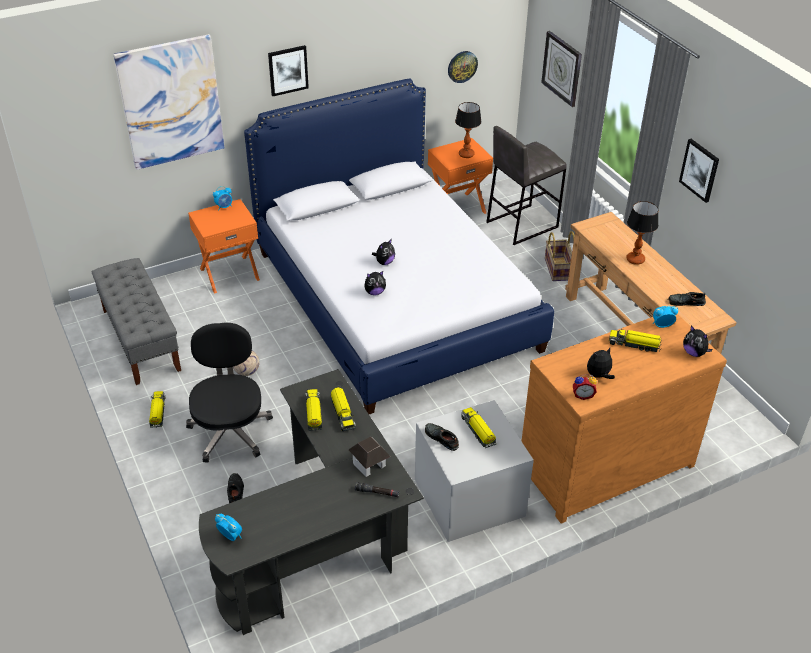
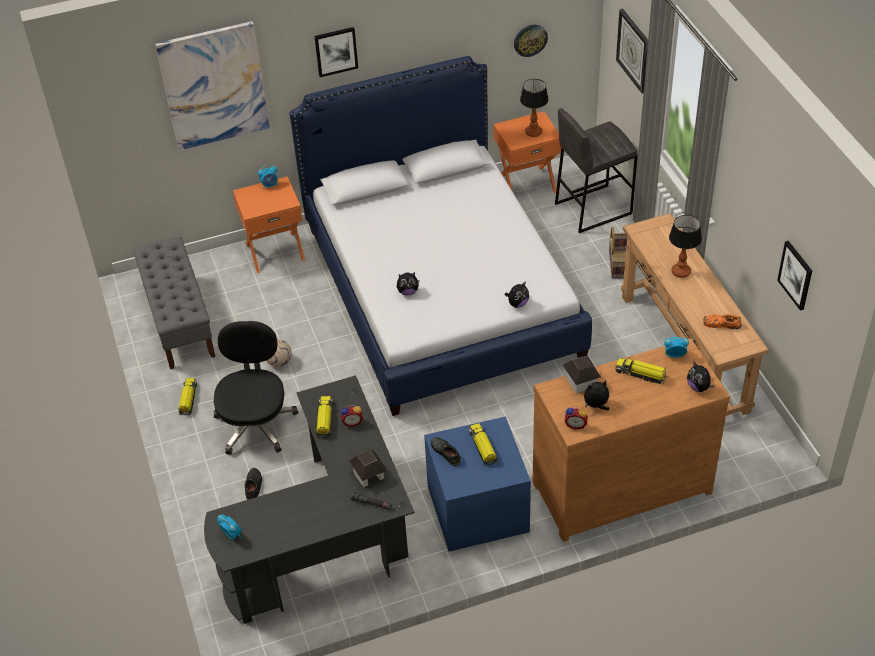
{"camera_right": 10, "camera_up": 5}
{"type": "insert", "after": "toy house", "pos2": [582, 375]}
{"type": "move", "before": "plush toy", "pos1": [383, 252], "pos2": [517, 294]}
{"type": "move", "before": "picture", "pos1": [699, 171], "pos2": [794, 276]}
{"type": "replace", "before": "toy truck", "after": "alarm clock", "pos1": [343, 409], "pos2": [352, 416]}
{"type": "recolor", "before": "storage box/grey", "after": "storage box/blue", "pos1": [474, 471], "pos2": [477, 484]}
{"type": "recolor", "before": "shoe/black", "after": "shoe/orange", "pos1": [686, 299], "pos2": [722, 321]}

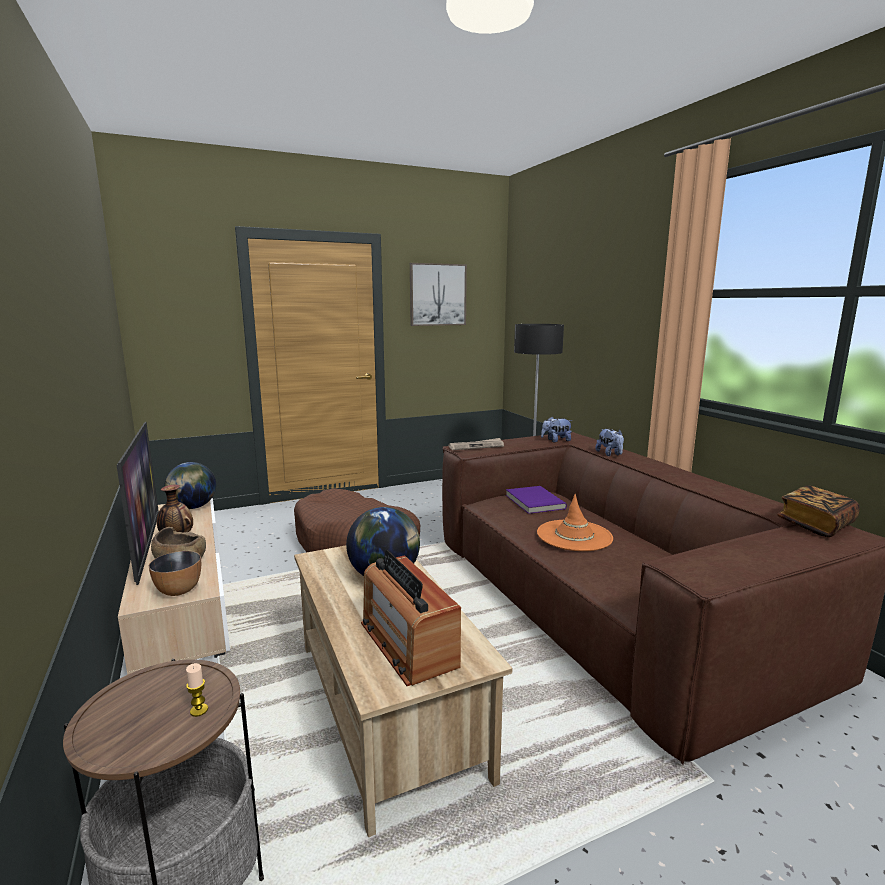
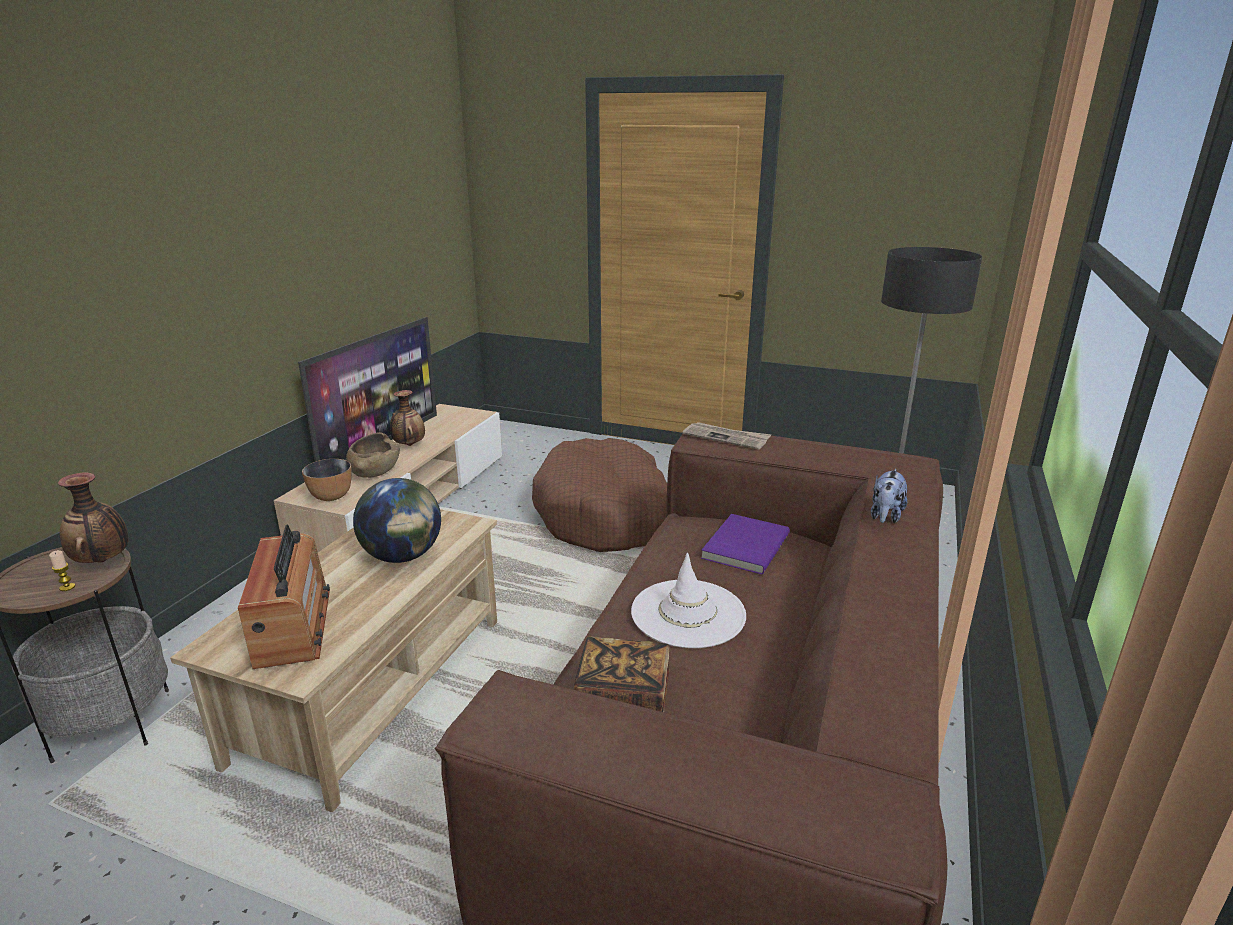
{"camera_right": 45, "camera_up": 10}
{"type": "delete", "before": "globe", "pos1": [190, 485]}
{"type": "delete", "before": "picture", "pos1": [438, 294]}
{"type": "delete", "before": "plush toy", "pos1": [557, 429]}
{"type": "insert", "after": "vase", "pos2": [93, 517]}
{"type": "move", "before": "book", "pos1": [818, 511], "pos2": [622, 674]}
{"type": "recolor", "before": "hat/orange", "after": "hat/white", "pos1": [575, 522], "pos2": [688, 600]}
{"type": "rotate", "before": "radio", "pos1": [411, 618], "pos2": [284, 596], "turn": 150}

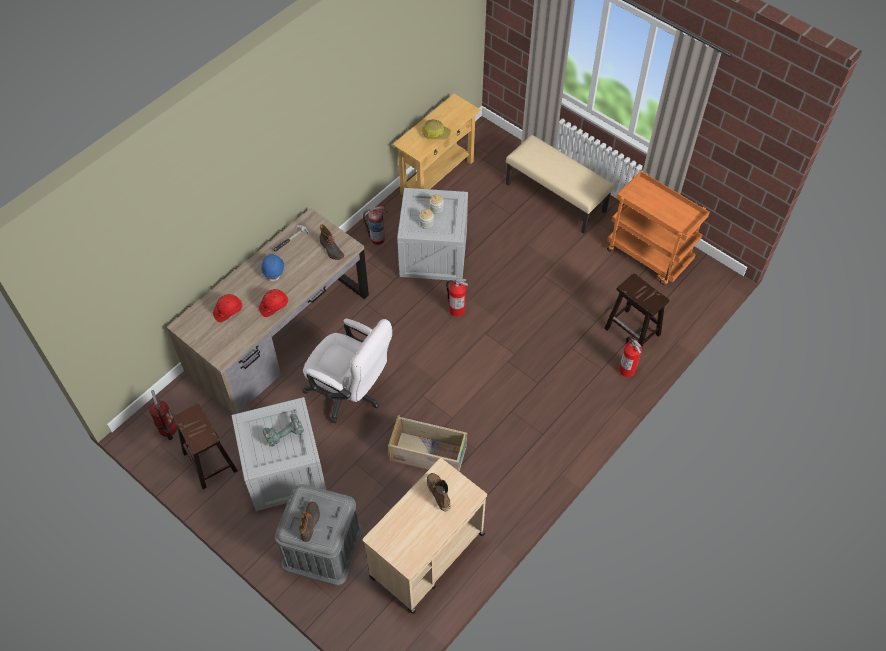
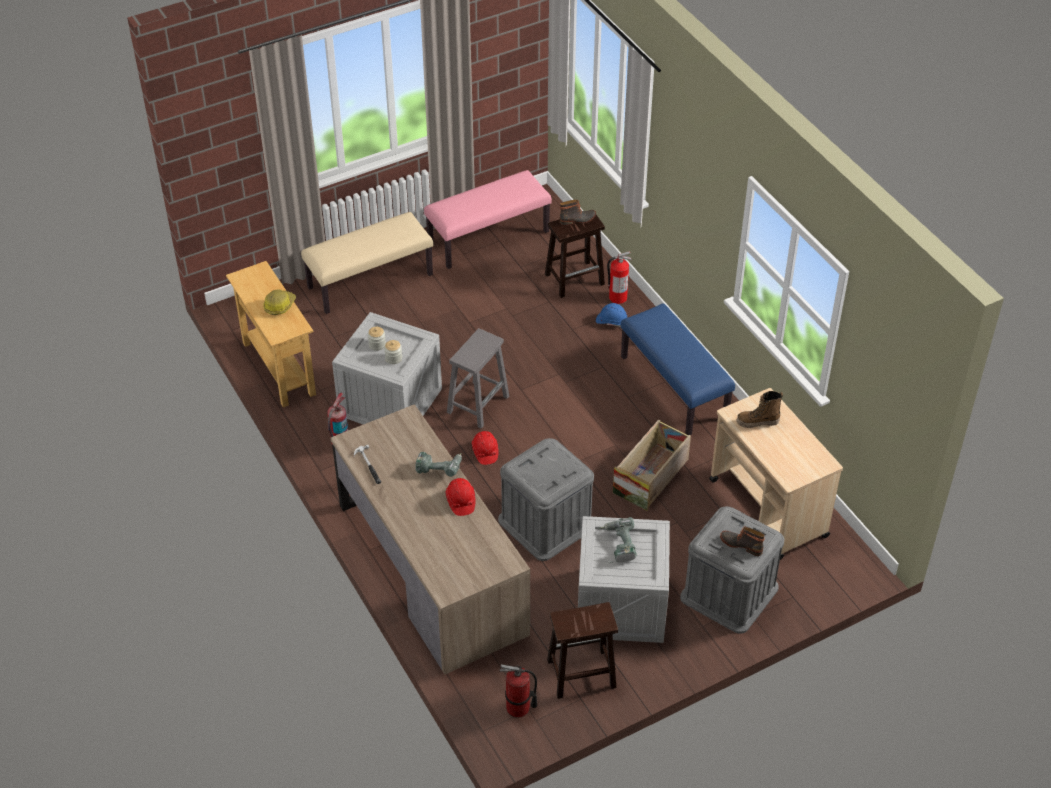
{"camera_right": -70, "camera_up": -10}
{"type": "insert", "after": "power drill", "pos2": [438, 464]}
{"type": "insert", "after": "bench/blue", "pos2": [678, 369]}
{"type": "move", "before": "hard hat/red", "pos1": [228, 308], "pos2": [485, 448]}
{"type": "move", "before": "hard hat/blue", "pos1": [272, 268], "pos2": [611, 315]}
{"type": "move", "before": "boot", "pos1": [332, 242], "pos2": [578, 213]}
{"type": "replace", "before": "office chair/white", "after": "storage box/grey", "pos1": [347, 371], "pos2": [546, 499]}
{"type": "replace", "before": "fire extinguisher", "after": "stool/grey", "pos1": [457, 298], "pos2": [478, 378]}
{"type": "replace", "before": "cart/orange", "after": "bench/pink", "pos1": [658, 228], "pos2": [488, 219]}

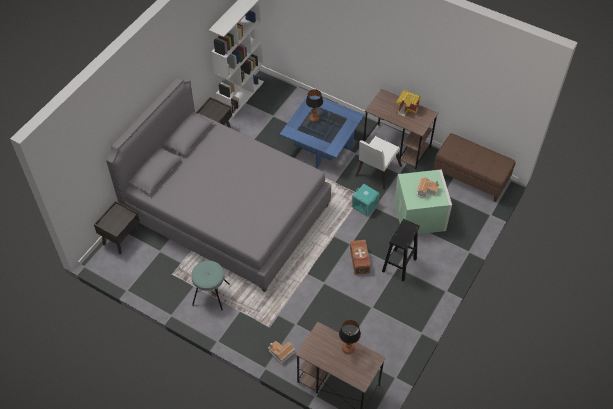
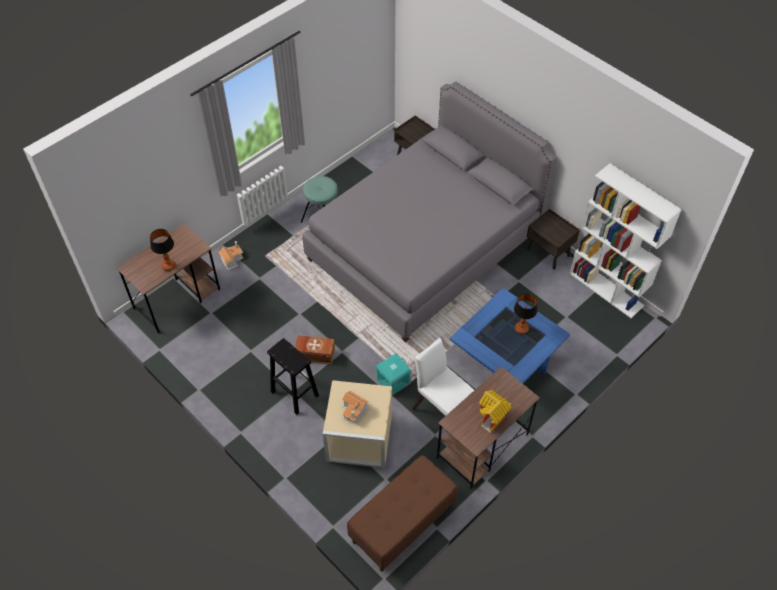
{"camera_right": 105, "camera_up": 0}
{"type": "recolor", "before": "storage box/green", "after": "storage box/beige", "pos1": [423, 201], "pos2": [357, 424]}

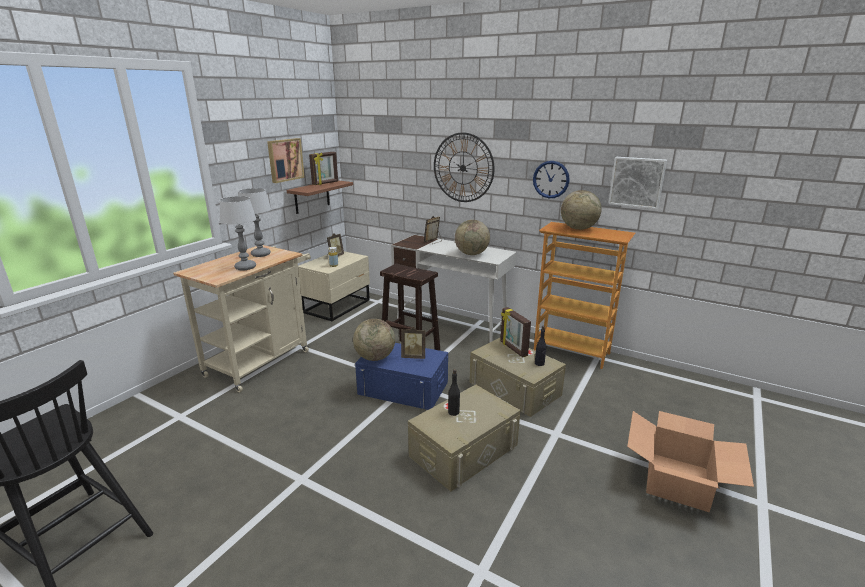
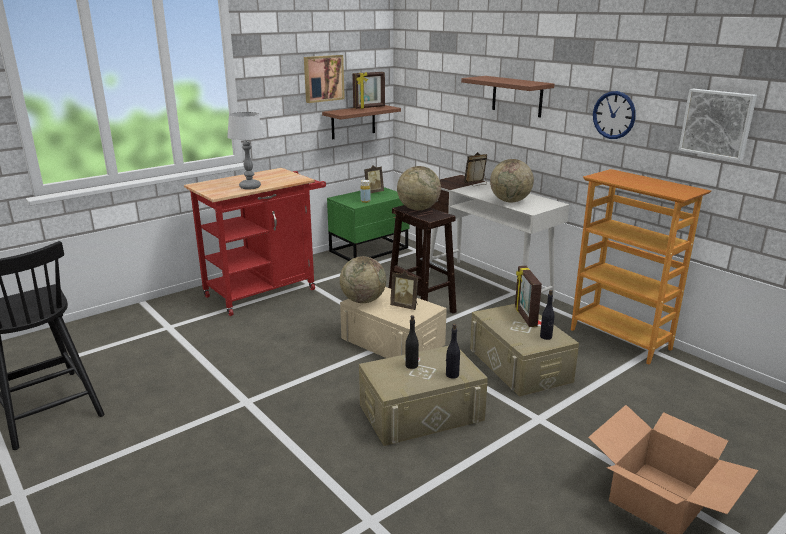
{"camera_right": 20, "camera_up": 0}
{"type": "delete", "before": "table lamp", "pos1": [254, 222]}
{"type": "insert", "after": "bottle/black", "pos2": [453, 351]}
{"type": "move", "before": "globe", "pos1": [581, 210], "pos2": [419, 188]}
{"type": "replace", "before": "wall clock", "after": "shelf/brown", "pos1": [464, 167], "pos2": [507, 96]}
{"type": "recolor", "before": "cart/beige", "after": "cart/red", "pos1": [242, 318], "pos2": [255, 242]}
{"type": "recolor", "before": "nightstand/beige", "after": "nightstand/green", "pos1": [334, 286], "pos2": [368, 224]}
{"type": "recolor", "before": "storage box/blue", "after": "storage box/beige", "pos1": [401, 376], "pos2": [393, 322]}

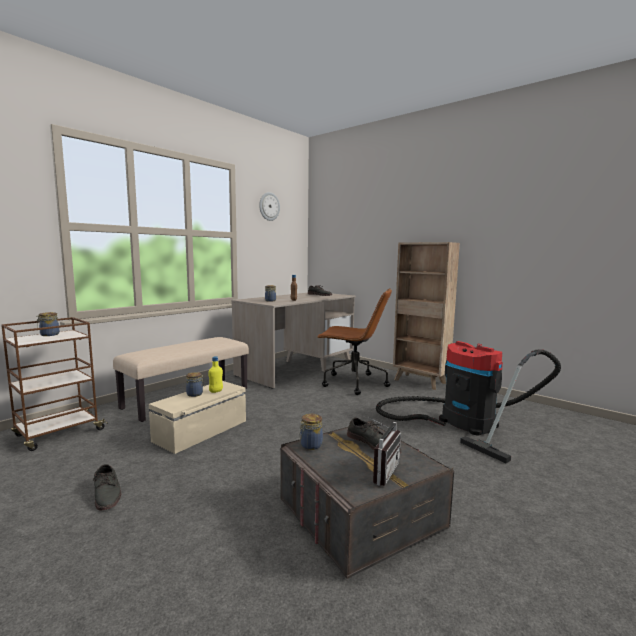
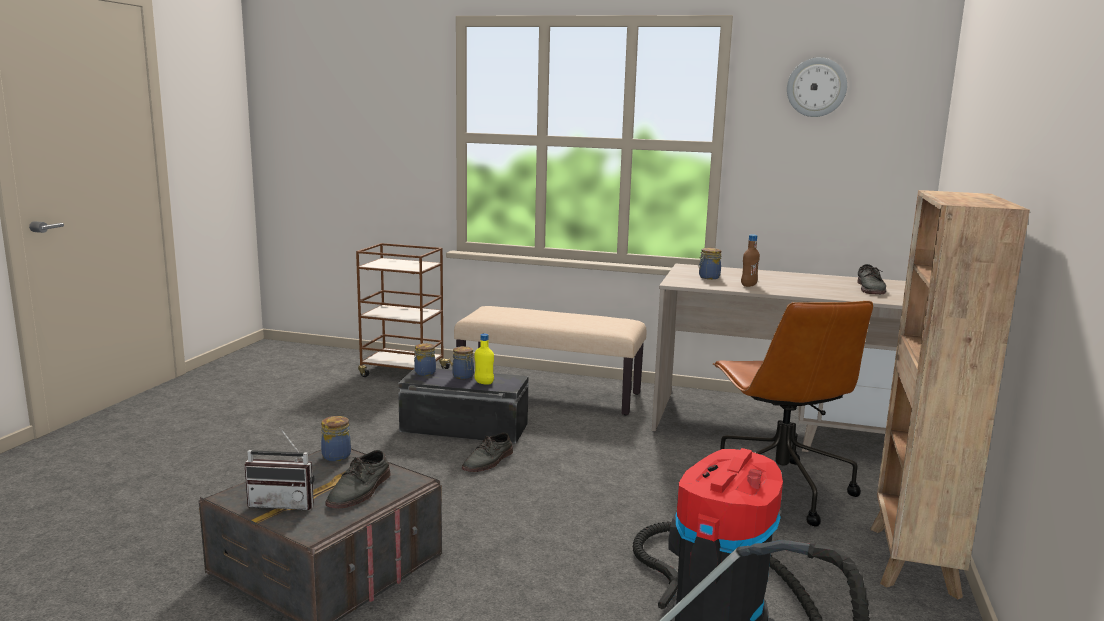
{"camera_right": 65, "camera_up": 5}
{"type": "move", "before": "jar", "pos1": [48, 324], "pos2": [425, 359]}
{"type": "move", "before": "shoe/grey", "pos1": [107, 487], "pos2": [487, 452]}
{"type": "recolor", "before": "storage box/beige", "after": "storage box/black", "pos1": [197, 417], "pos2": [463, 406]}

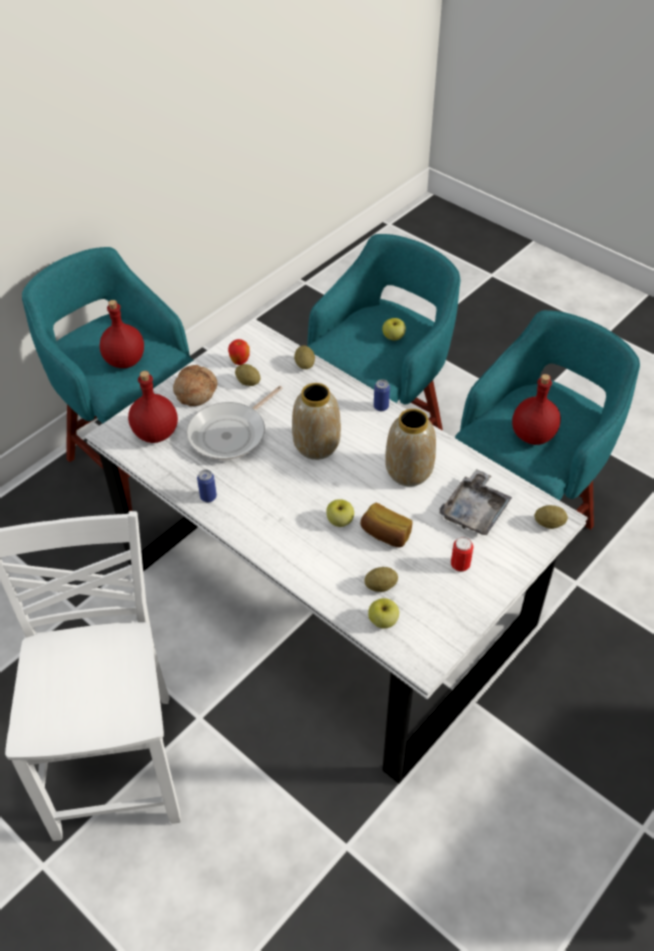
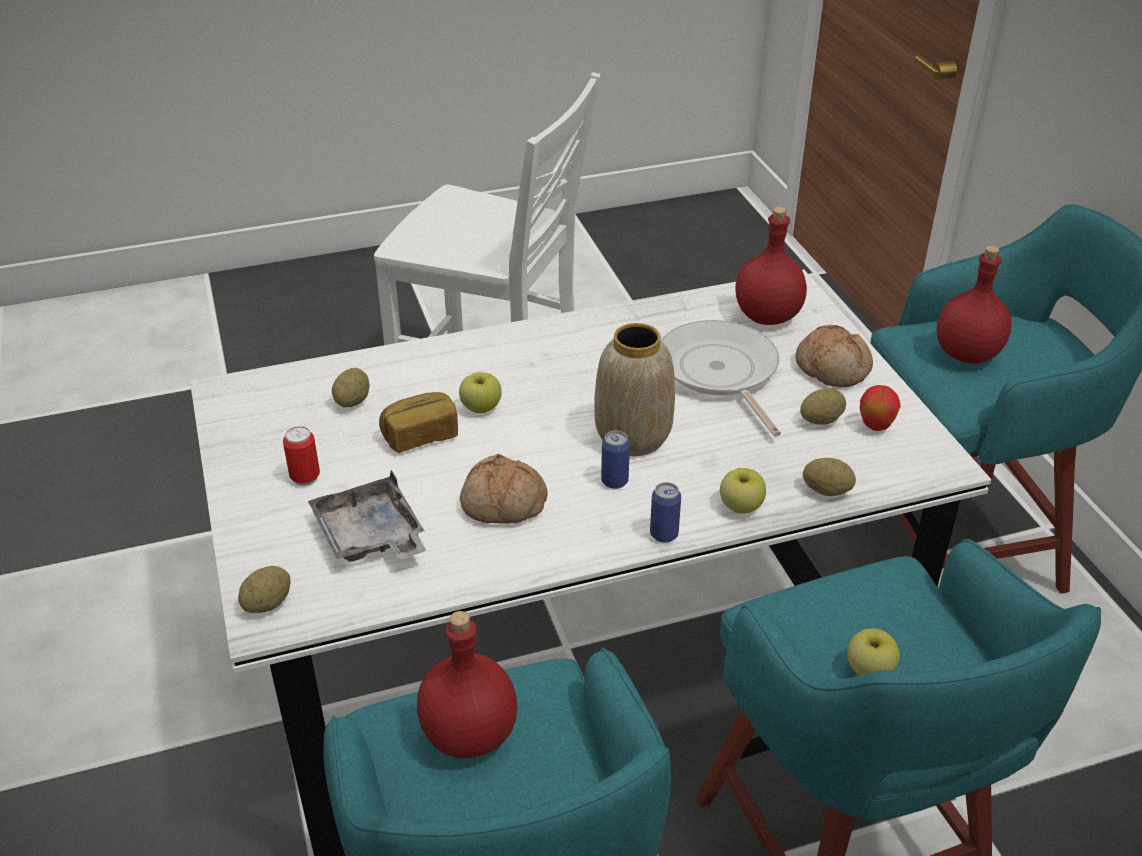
{"camera_right": 120, "camera_up": -10}
{"type": "move", "before": "can", "pos1": [207, 485], "pos2": [615, 459]}
{"type": "move", "before": "apple", "pos1": [383, 613], "pos2": [743, 491]}
{"type": "replace", "before": "vase", "after": "bread", "pos1": [410, 447], "pos2": [504, 489]}

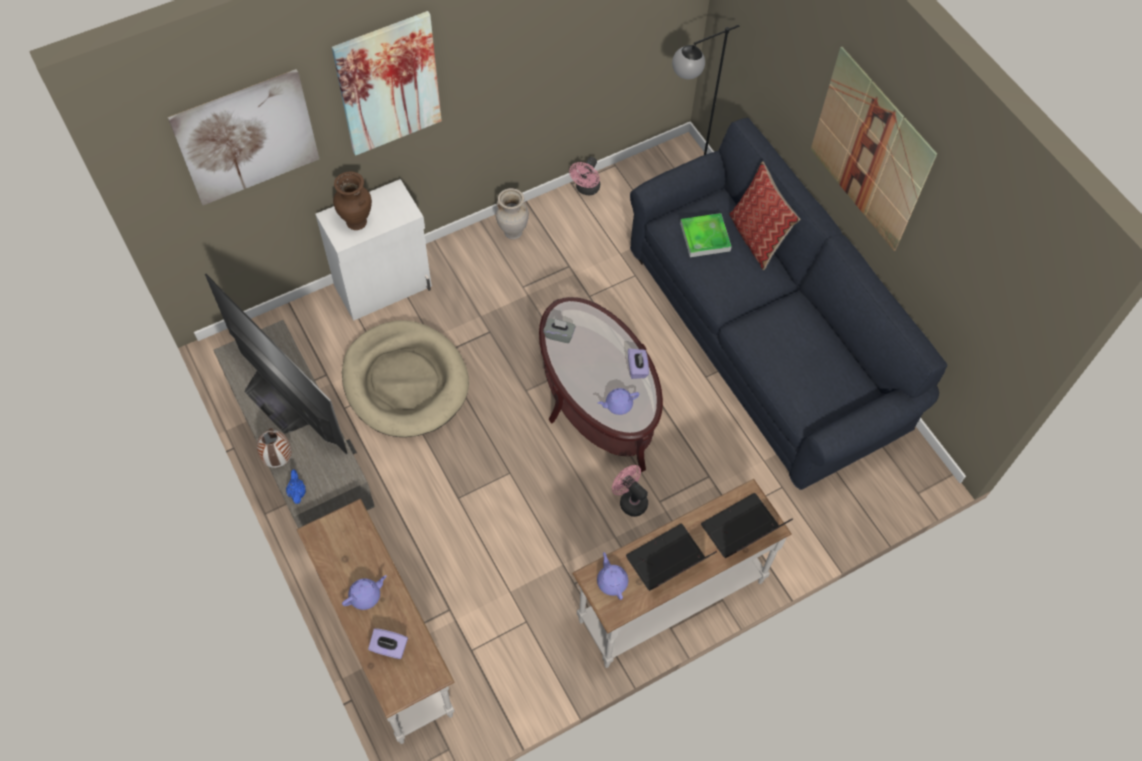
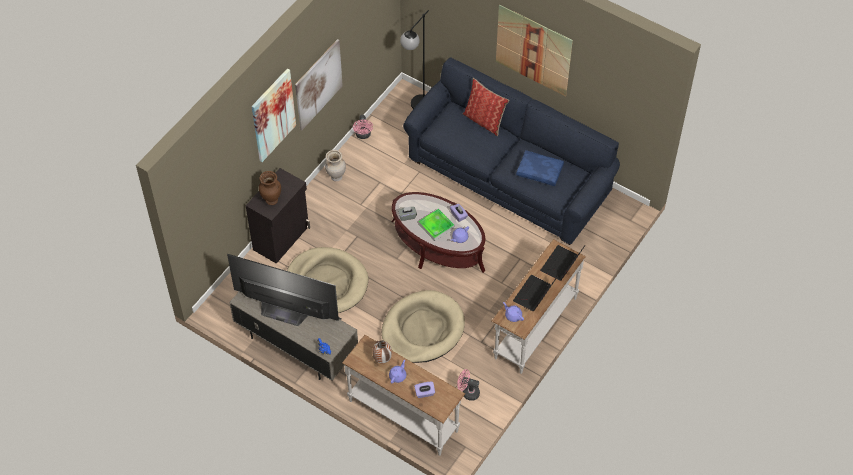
{"camera_right": -25, "camera_up": -5}
{"type": "insert", "after": "dog bed/beige", "pos2": [423, 326]}
{"type": "insert", "after": "pillow/blue", "pos2": [540, 168]}
{"type": "move", "before": "picture", "pos1": [243, 137], "pos2": [319, 85]}
{"type": "move", "before": "vase", "pos1": [274, 448], "pos2": [382, 352]}
{"type": "move", "before": "fan/pink", "pos1": [630, 491], "pos2": [468, 385]}
{"type": "move", "before": "tray", "pos1": [706, 235], "pos2": [436, 225]}
{"type": "recolor", "before": "cabinet/white", "after": "cabinet/black", "pos1": [373, 250], "pos2": [278, 216]}

